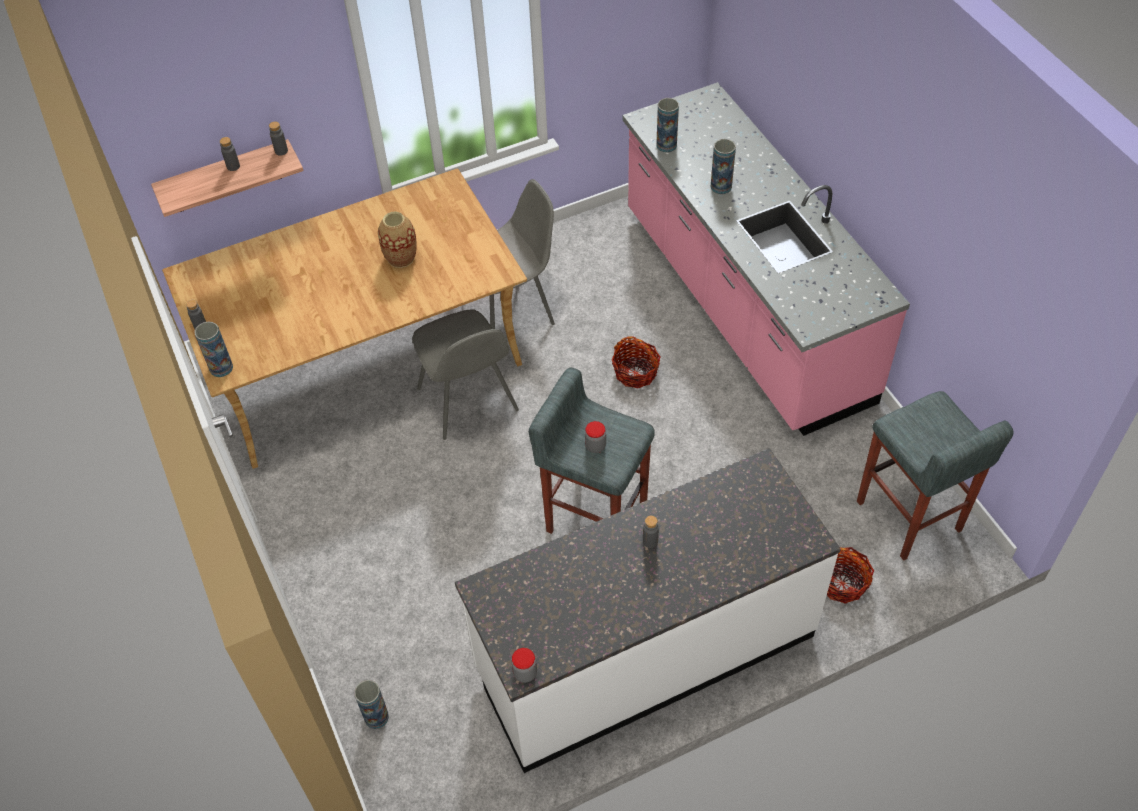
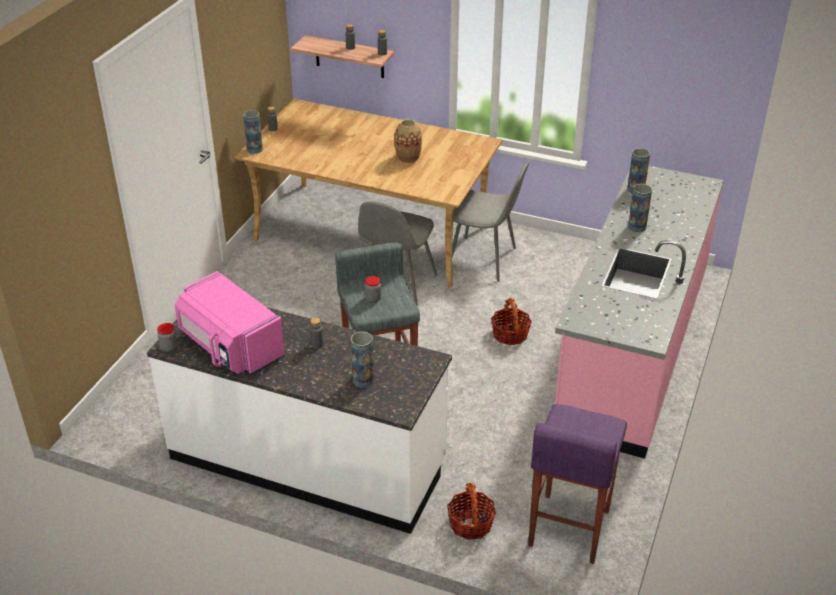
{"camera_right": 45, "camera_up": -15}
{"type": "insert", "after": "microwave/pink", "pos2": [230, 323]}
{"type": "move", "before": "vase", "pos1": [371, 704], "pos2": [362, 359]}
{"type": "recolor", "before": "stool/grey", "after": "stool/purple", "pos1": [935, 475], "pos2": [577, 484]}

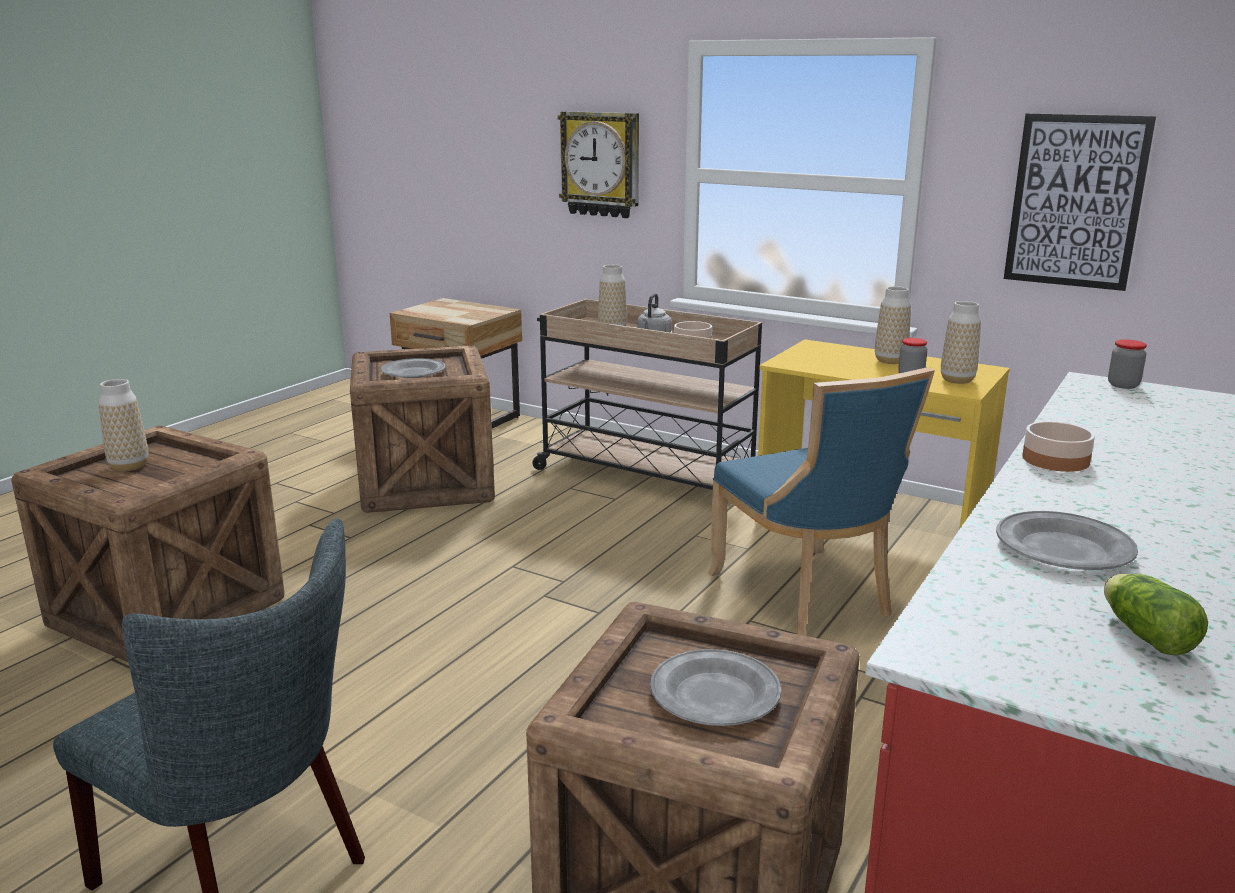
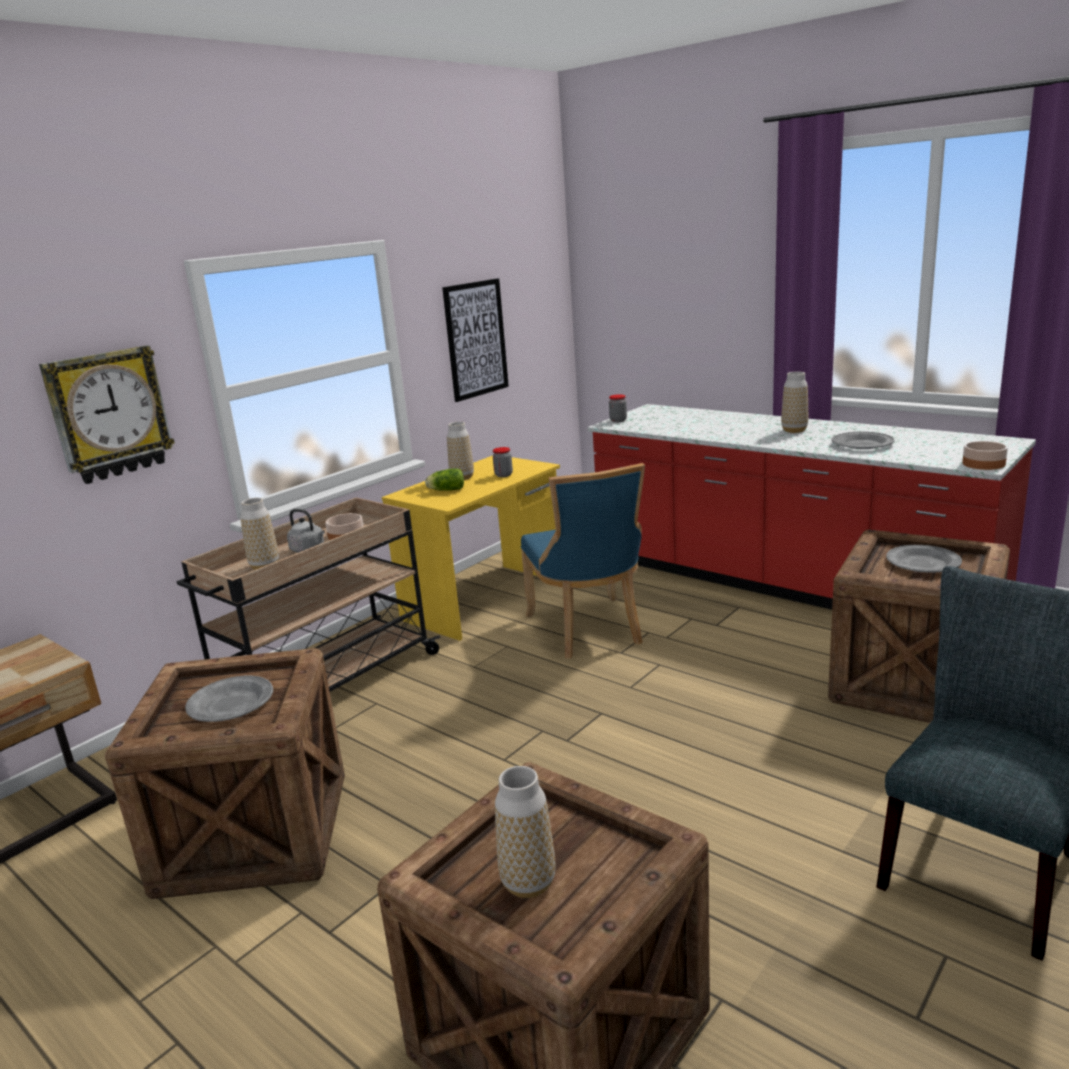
{"camera_right": -80, "camera_up": 0}
{"type": "move", "before": "vase", "pos1": [961, 342], "pos2": [794, 402]}
{"type": "move", "before": "bowl", "pos1": [1058, 446], "pos2": [985, 455]}
{"type": "move", "before": "lettuce", "pos1": [1156, 614], "pos2": [444, 479]}
{"type": "rotate", "before": "chair/blue", "pos1": [821, 501], "pos2": [583, 561], "turn": 90}

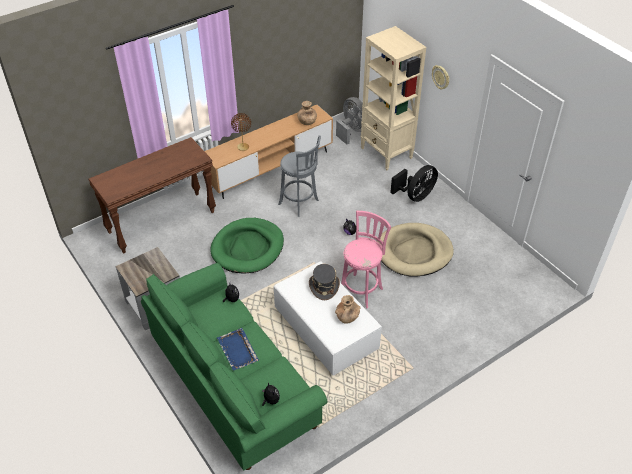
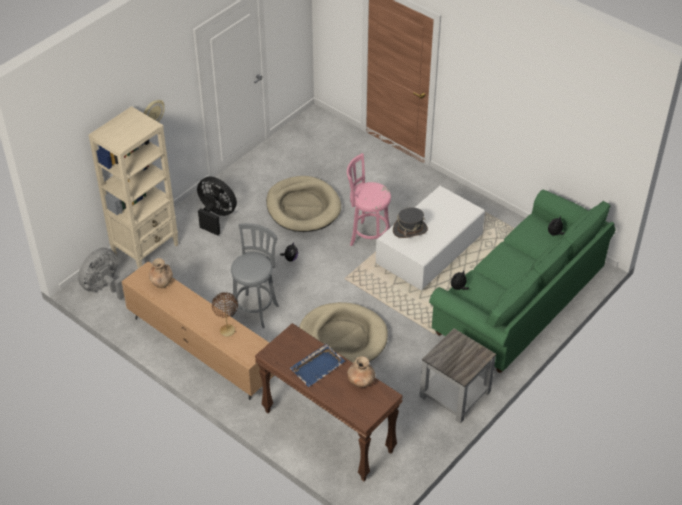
{"camera_right": -105, "camera_up": 0}
{"type": "move", "before": "tray/blue", "pos1": [238, 349], "pos2": [317, 365]}
{"type": "move", "before": "vase/brown", "pos1": [347, 309], "pos2": [361, 372]}
{"type": "recolor", "before": "dog bed/green", "after": "dog bed/beige", "pos1": [247, 245], "pos2": [343, 332]}

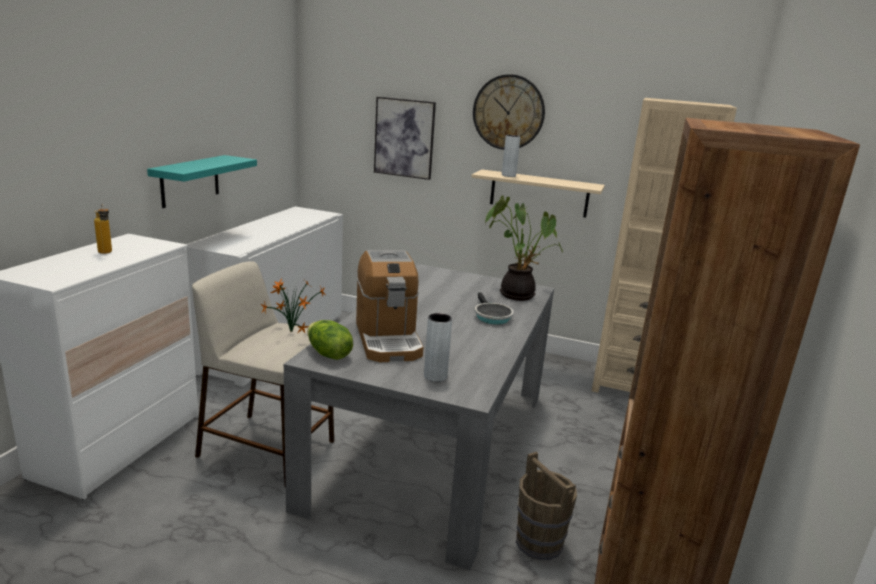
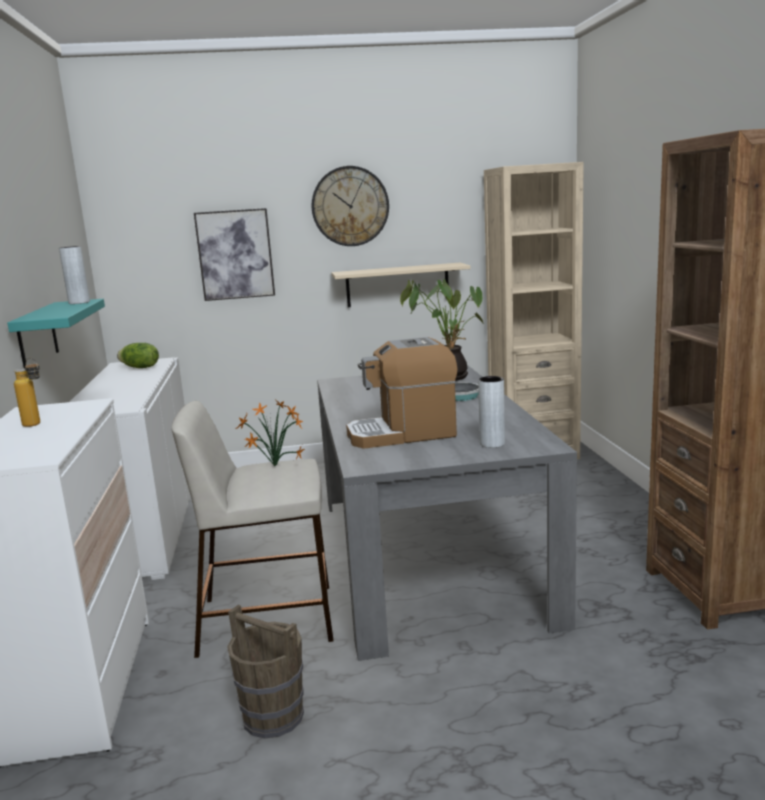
{"camera_right": -25, "camera_up": -5}
{"type": "move", "before": "lettuce", "pos1": [330, 340], "pos2": [138, 355]}
{"type": "move", "before": "vase/grey", "pos1": [511, 156], "pos2": [74, 275]}
{"type": "move", "before": "bucket/brown", "pos1": [546, 505], "pos2": [265, 671]}
{"type": "rotate", "before": "coffee machine", "pos1": [389, 306], "pos2": [402, 393], "turn": 120}

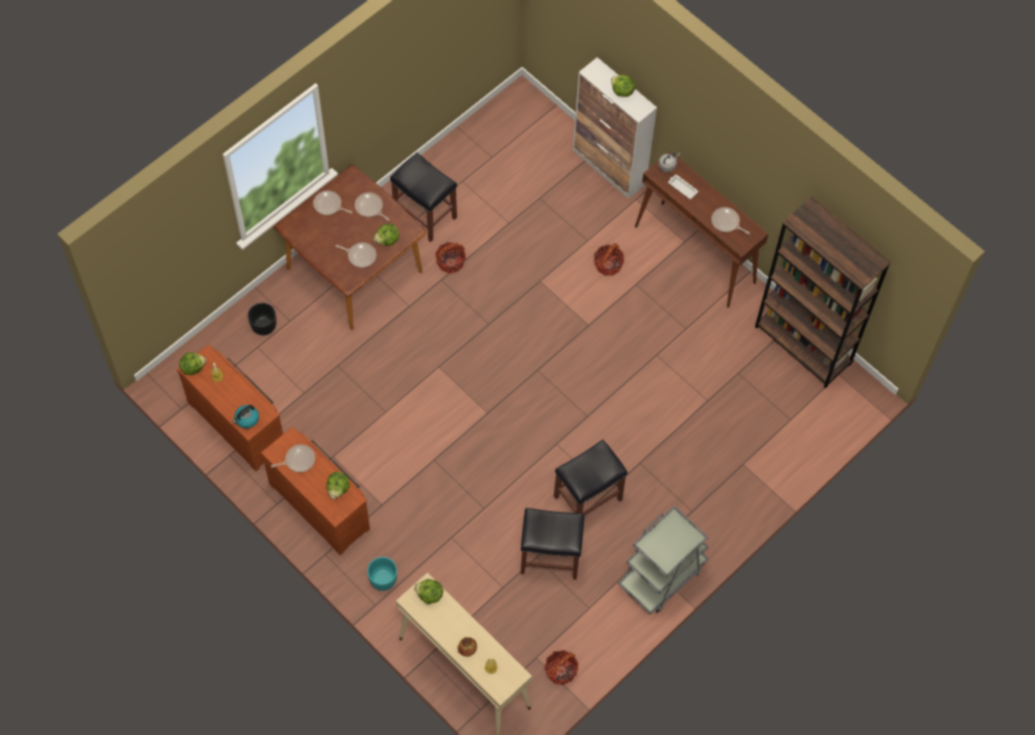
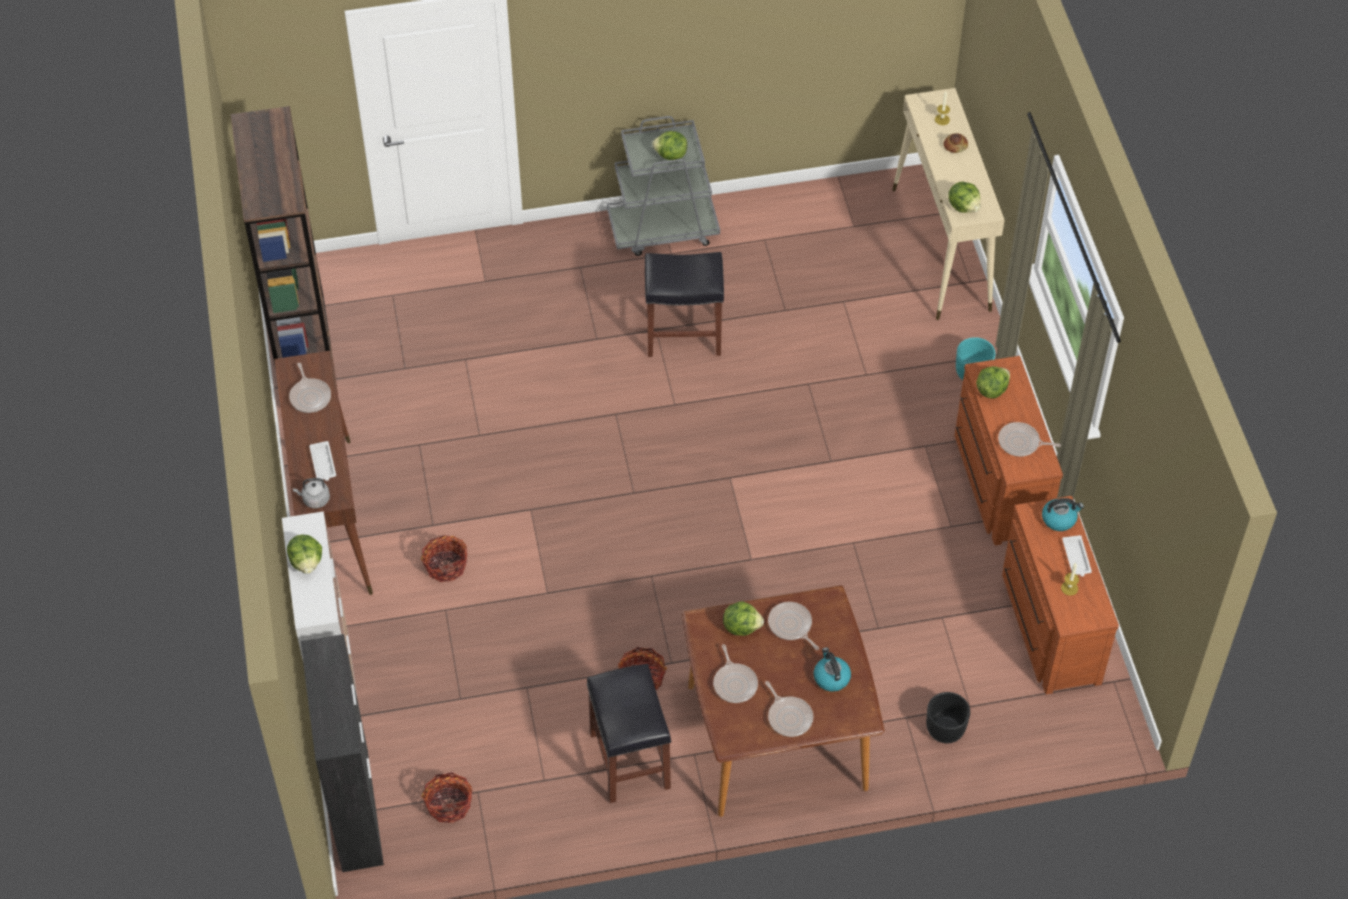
{"camera_right": -145, "camera_up": -10}
{"type": "delete", "before": "stool/black", "pos1": [552, 544]}
{"type": "insert", "after": "cabinet/black", "pos2": [342, 753]}
{"type": "insert", "after": "kettle", "pos2": [832, 669]}
{"type": "insert", "after": "tray/white", "pos2": [1077, 555]}
{"type": "move", "before": "lettuce", "pos1": [192, 363], "pos2": [669, 145]}
{"type": "move", "before": "basket", "pos1": [562, 667], "pos2": [447, 797]}

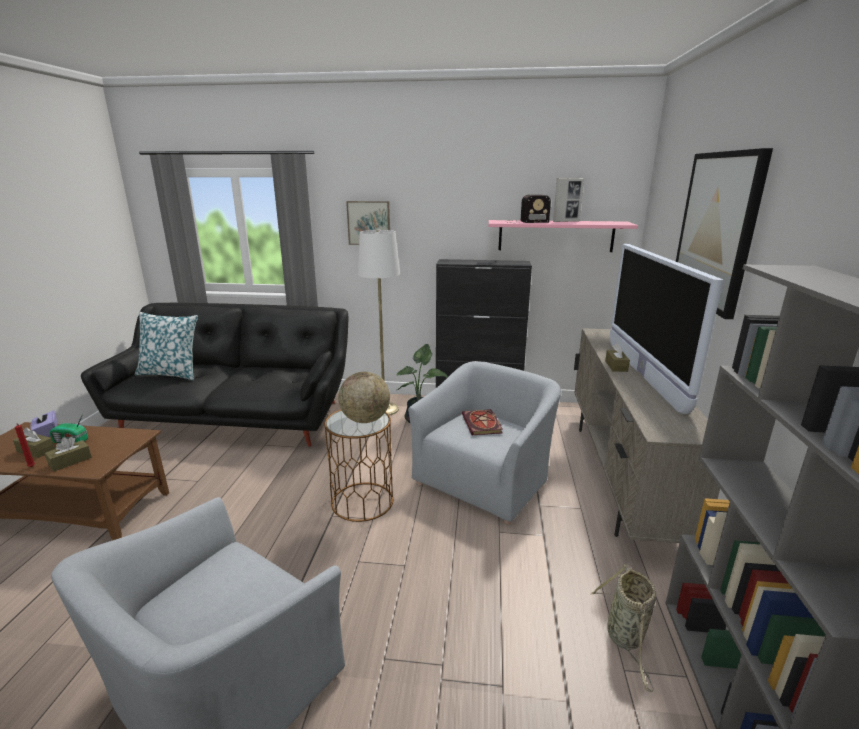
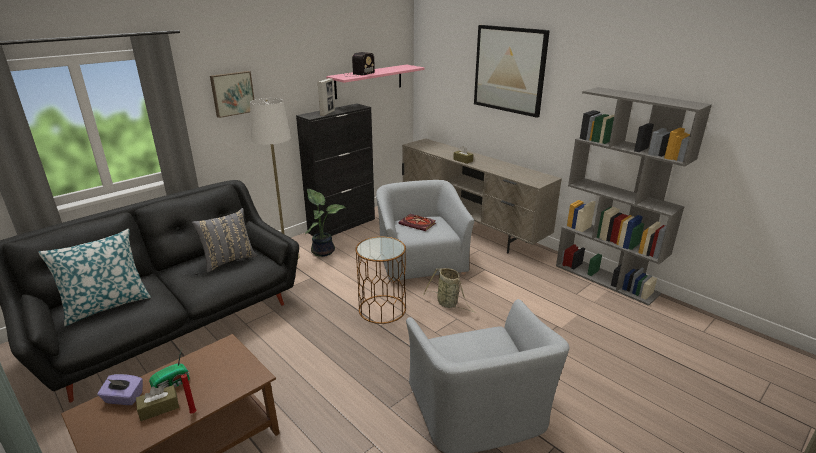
{"camera_right": -50, "camera_up": 5}
{"type": "delete", "before": "tissue box/brown", "pos1": [68, 454]}
{"type": "delete", "before": "globe", "pos1": [364, 397]}
{"type": "delete", "before": "television", "pos1": [666, 329]}
{"type": "insert", "after": "pillow/grey", "pos2": [224, 240]}
{"type": "move", "before": "picture frame", "pos1": [568, 200], "pos2": [326, 97]}
{"type": "move", "before": "basket", "pos1": [623, 628], "pos2": [449, 290]}

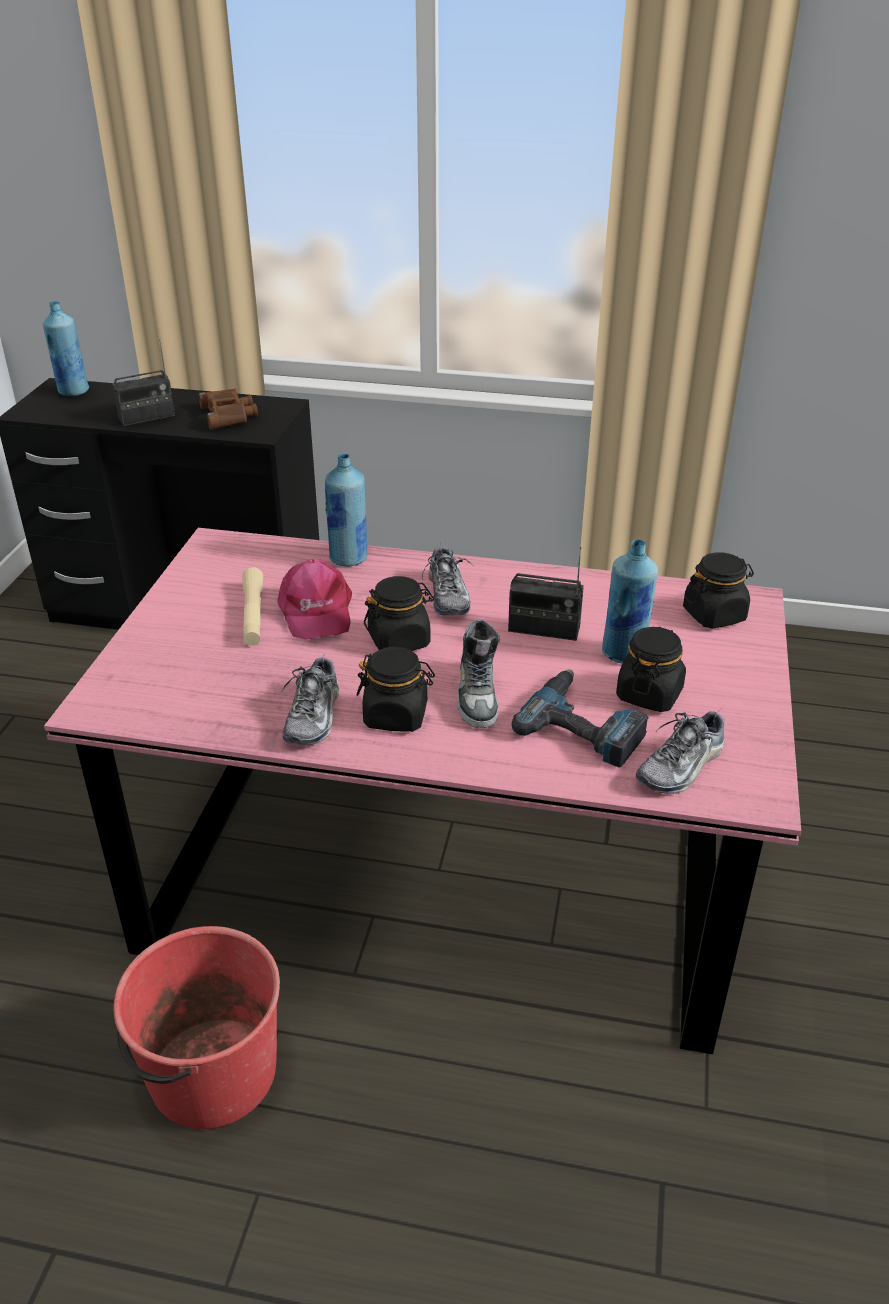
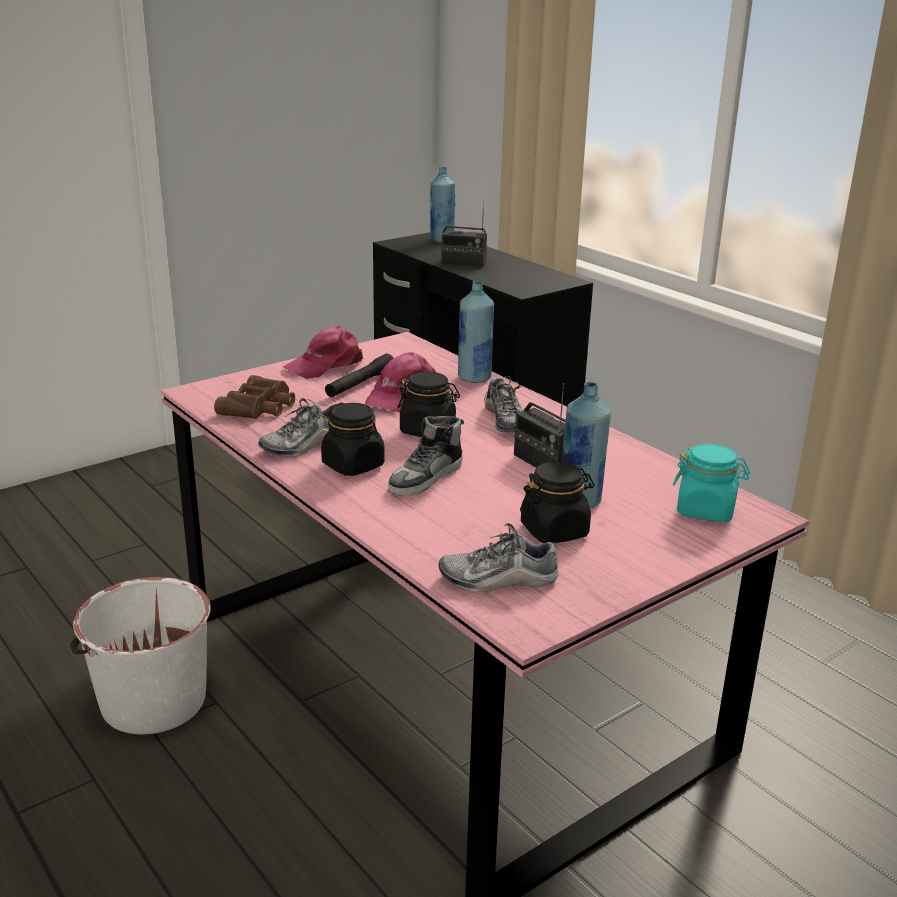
{"camera_right": 40, "camera_up": -10}
{"type": "delete", "before": "power drill", "pos1": [580, 718]}
{"type": "insert", "after": "cap/pink", "pos2": [323, 352]}
{"type": "move", "before": "binoculars/brown", "pos1": [228, 409], "pos2": [254, 397]}
{"type": "recolor", "before": "bucket/red", "after": "bucket/white", "pos1": [196, 1027], "pos2": [140, 655]}
{"type": "recolor", "before": "flashlight/beige", "after": "flashlight/black", "pos1": [252, 606], "pos2": [359, 375]}
{"type": "recolor", "before": "jar/black", "after": "jar/turquoise", "pos1": [718, 590], "pos2": [711, 483]}
{"type": "rotate", "before": "shoe", "pos1": [448, 579], "pos2": [507, 403], "turn": -45}

